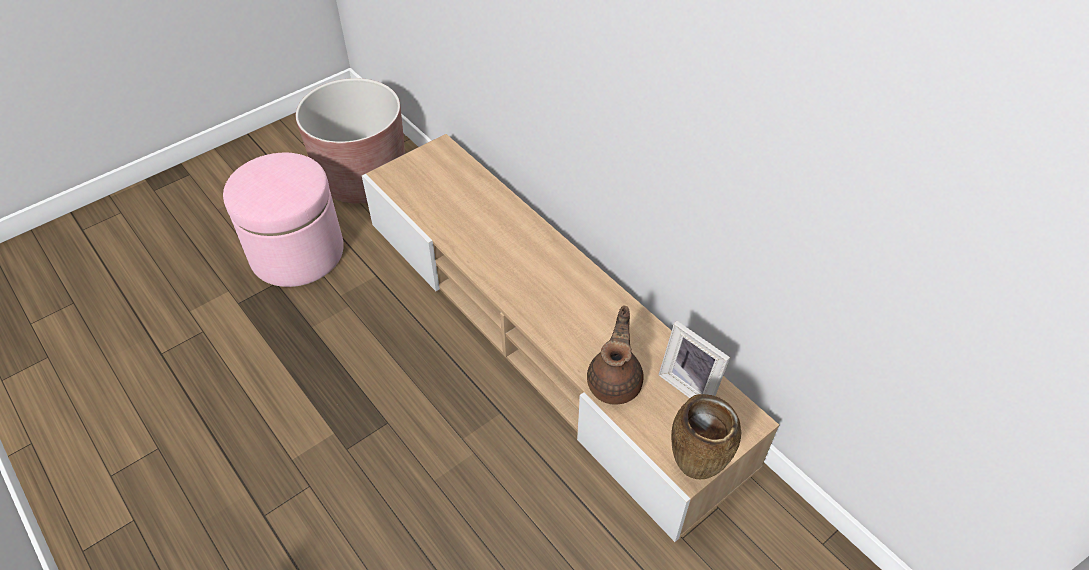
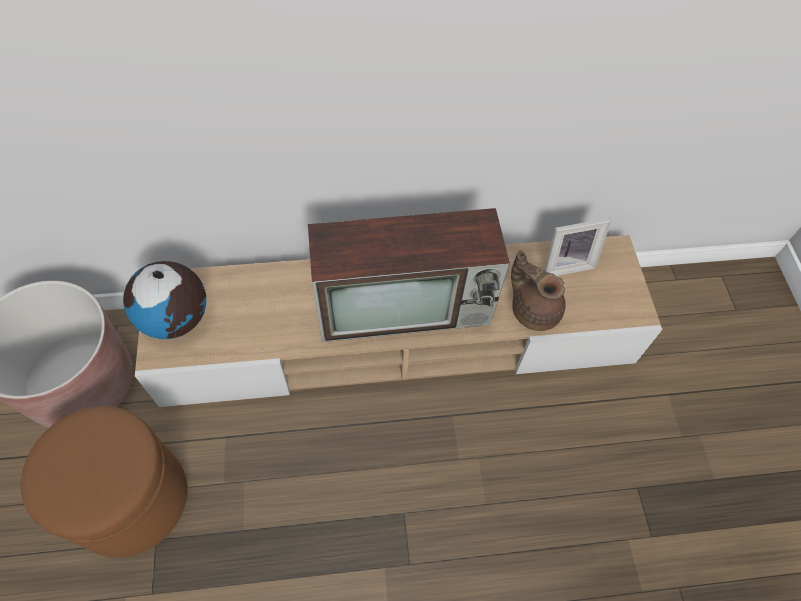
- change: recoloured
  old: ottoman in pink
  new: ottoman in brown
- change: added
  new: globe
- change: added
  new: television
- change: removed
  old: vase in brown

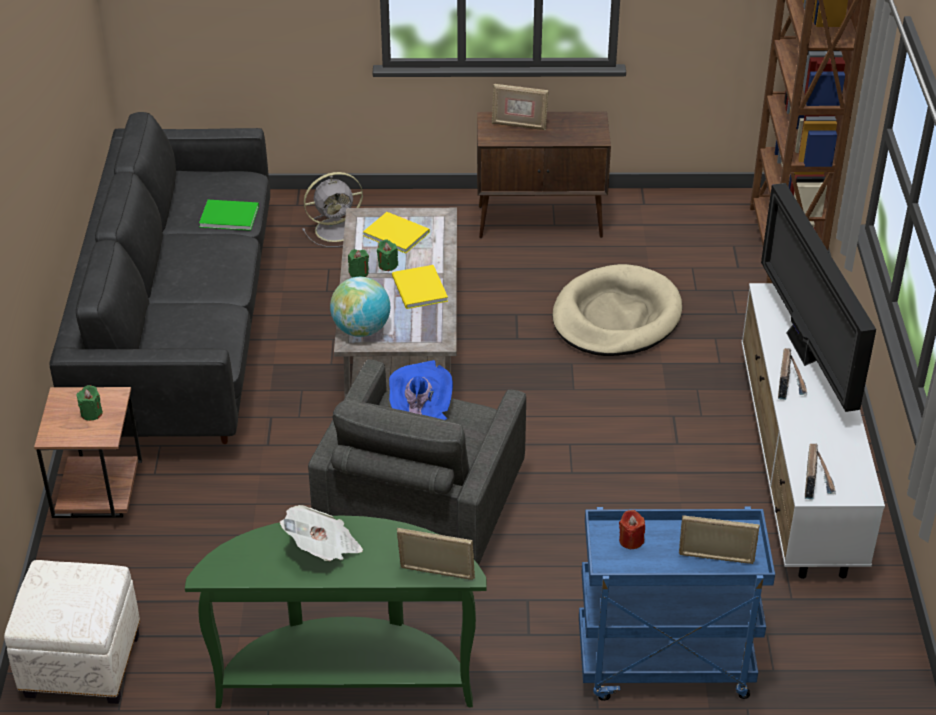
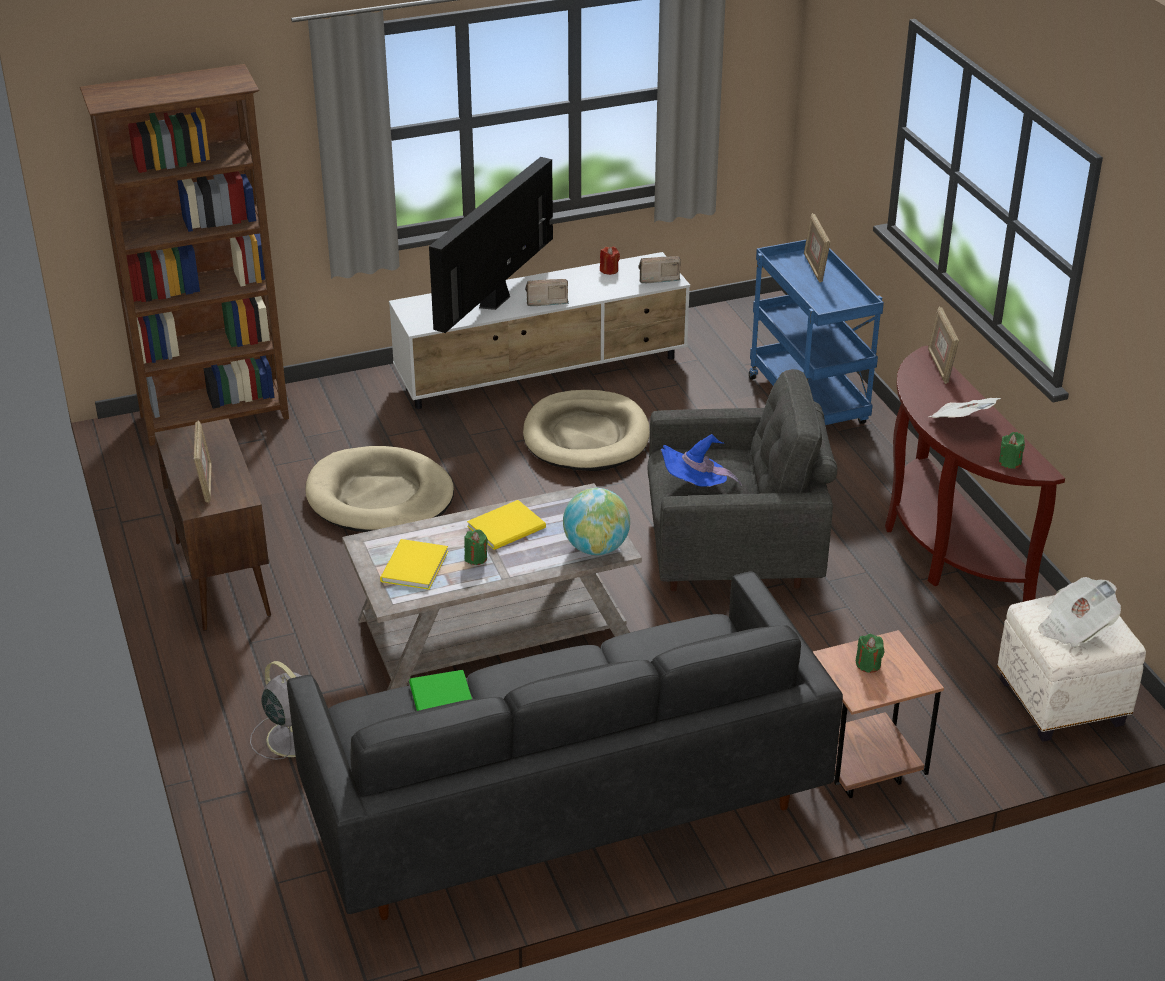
- change: turned
  old: television
  degrees: 150
- change: added
  new: dog bed in beige (2nd from left)
- change: moved
  old: candle in red
- change: recoloured
  old: console table in green
  new: console table in brown
- change: moved
  old: candle in green (2nd from left in the first image)
  new: candle in green (3rd from left)
- change: added
  new: newspaper (2nd from left)

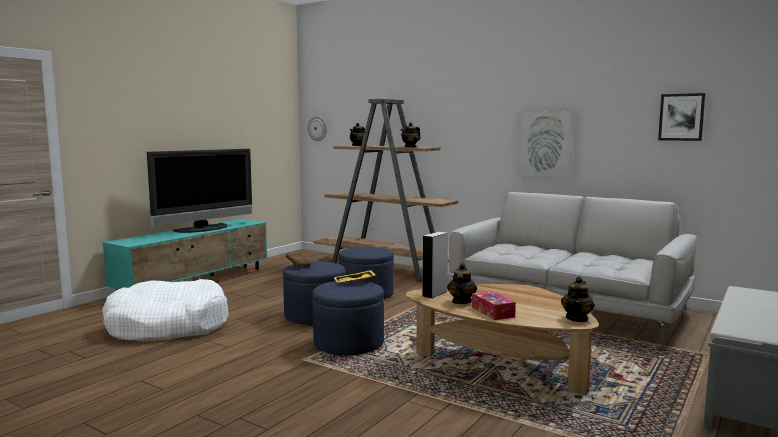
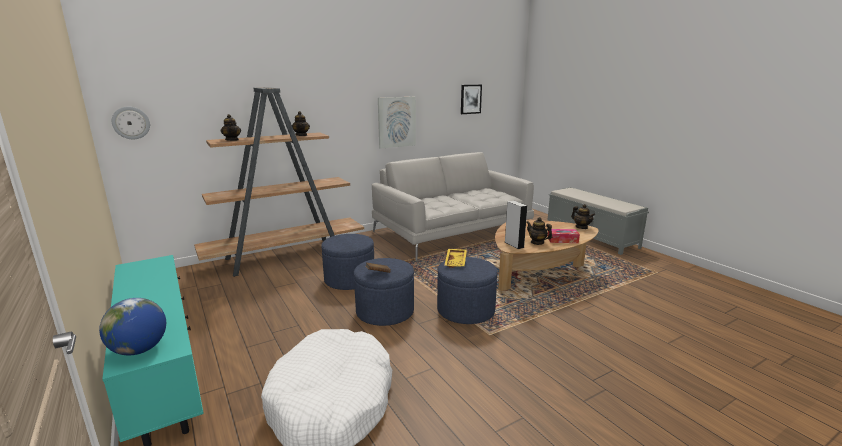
- change: added
  new: globe
- change: removed
  old: television

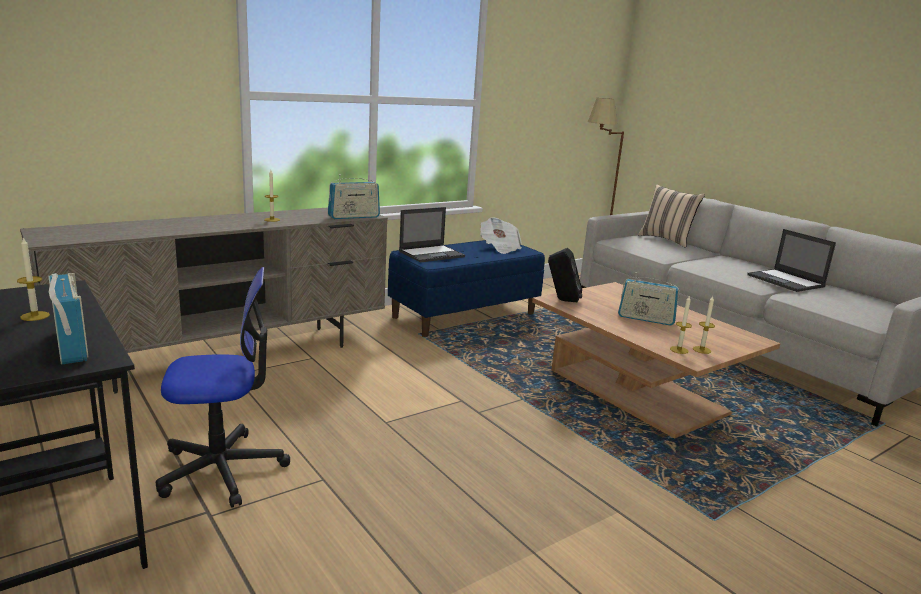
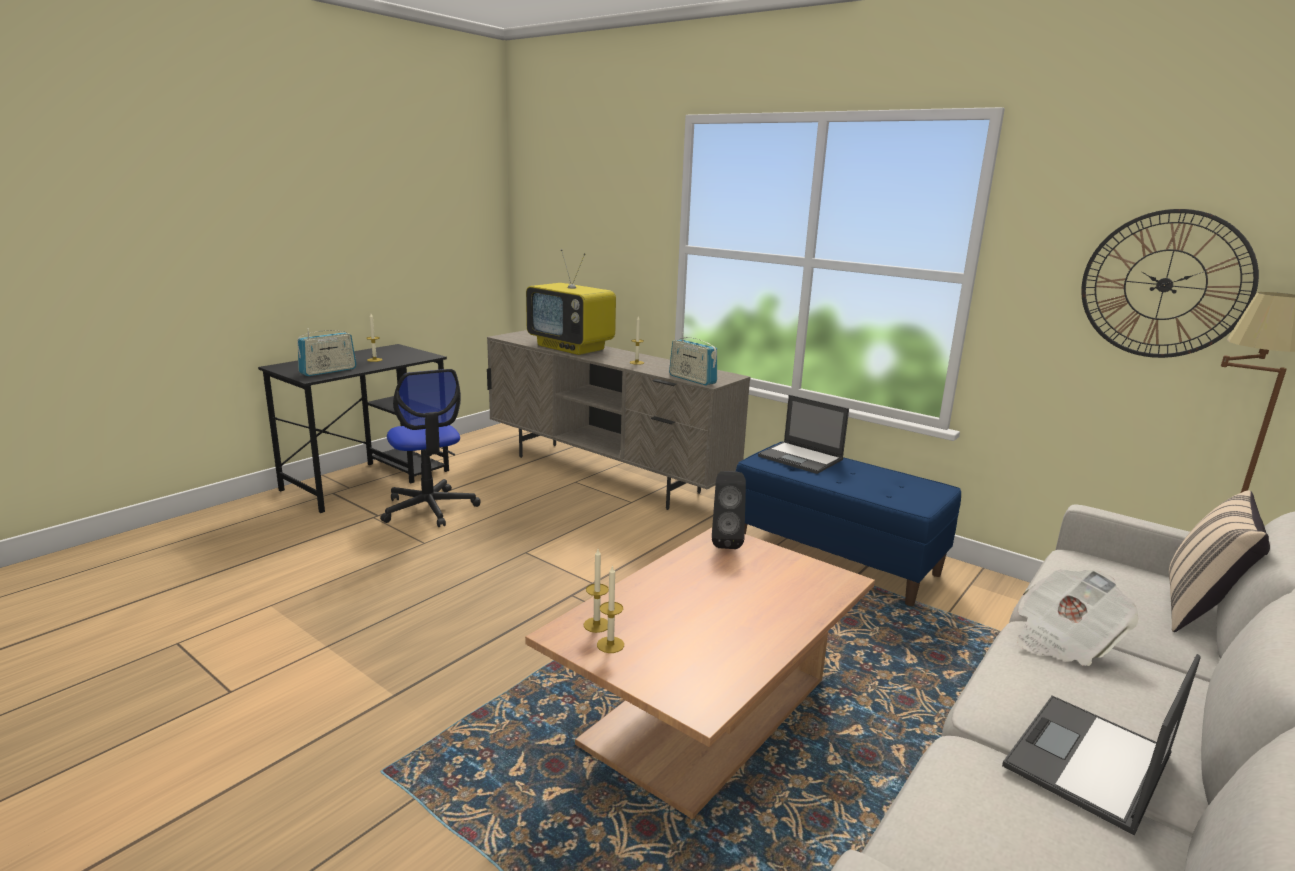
- change: added
  new: television
- change: moved
  old: newspaper
- change: added
  new: wall clock
- change: removed
  old: radio (3rd from left)

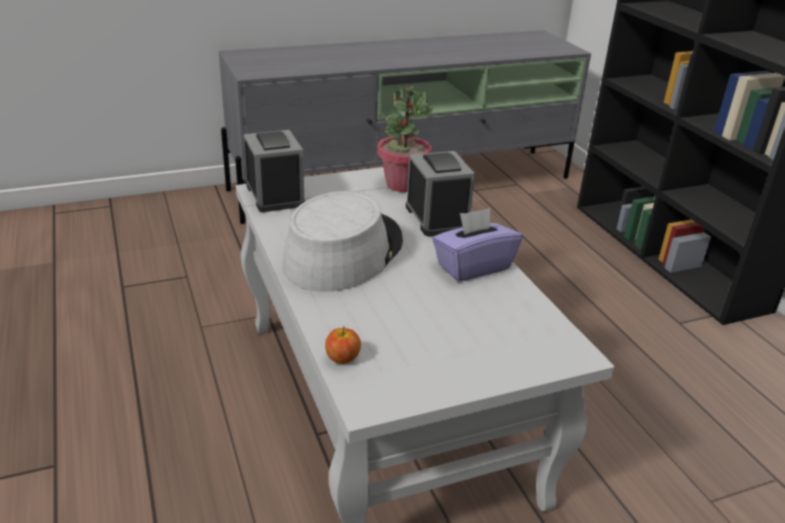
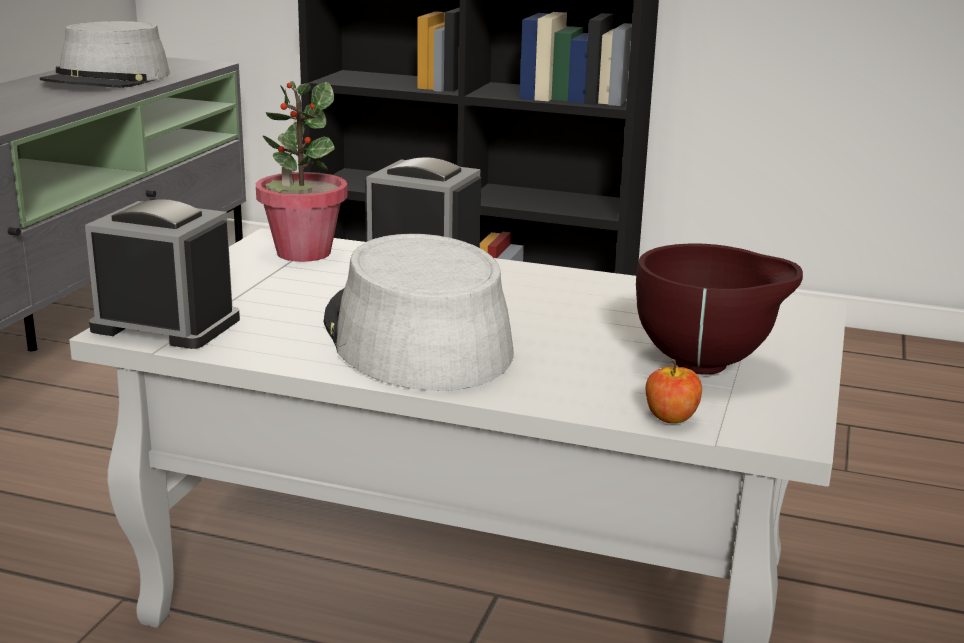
- change: added
  new: hat in grey (1st from left)
- change: added
  new: bowl in brown
- change: removed
  old: tissue box in purple

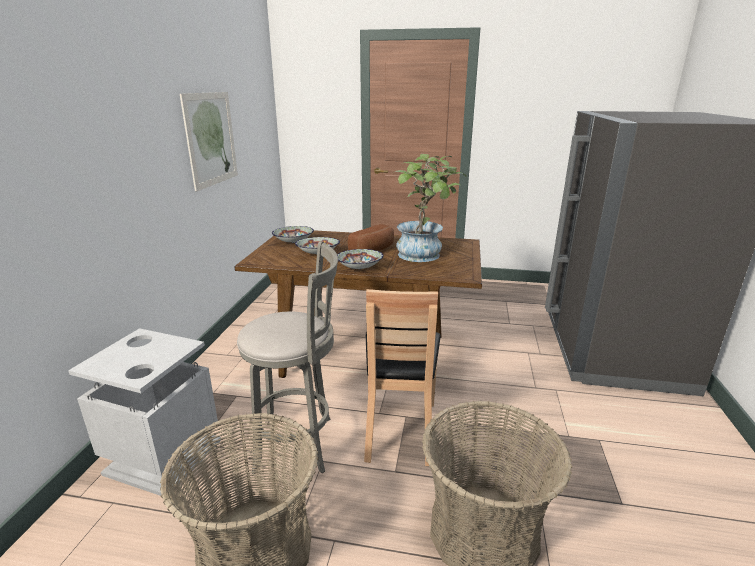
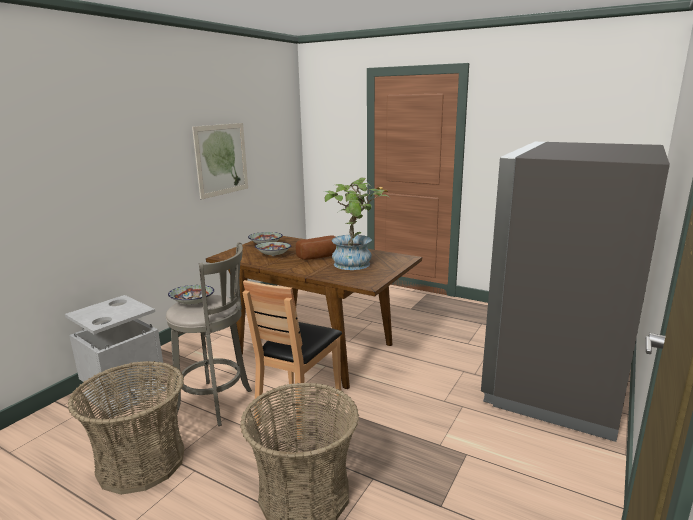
- change: moved
  old: bowl (3rd from left in the first image)
  new: bowl (1st from left)

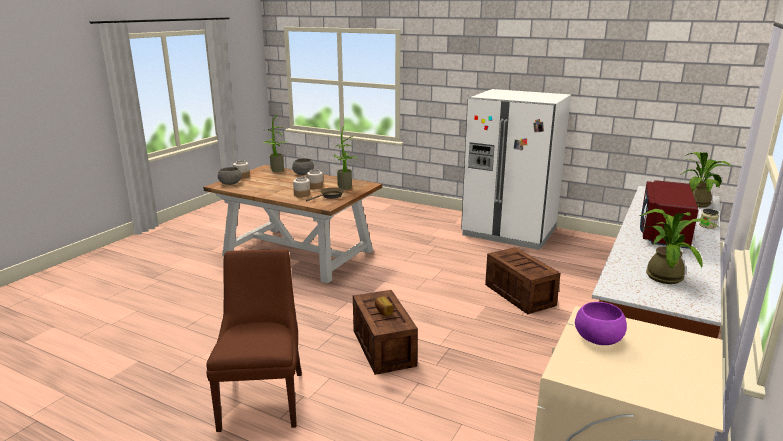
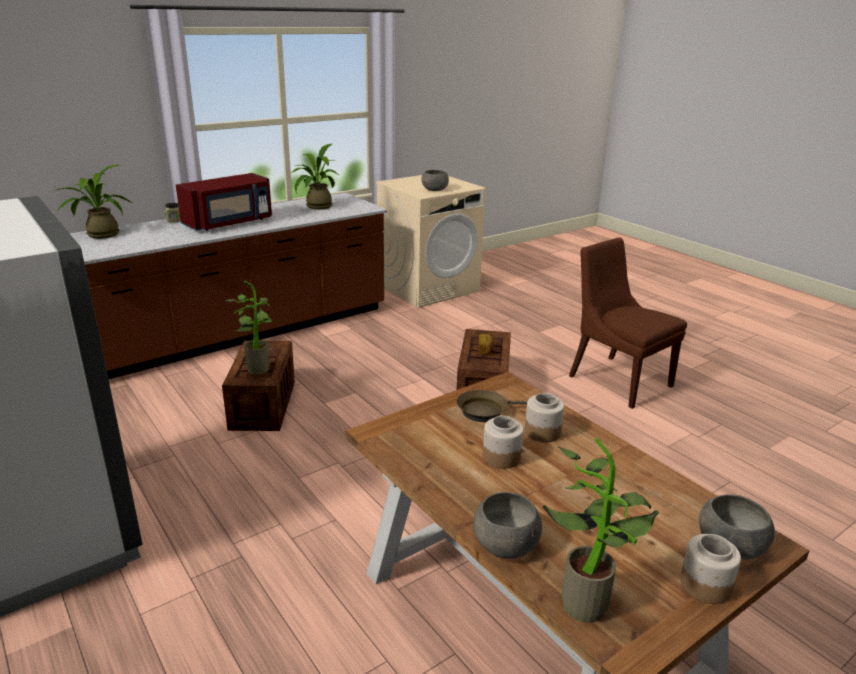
- change: moved
  old: potted plant (2nd from left)
- change: recoloured
  old: bowl in purple
  new: bowl in grey (1st from left)
- change: turned
  old: chair in brown
  degrees: 120

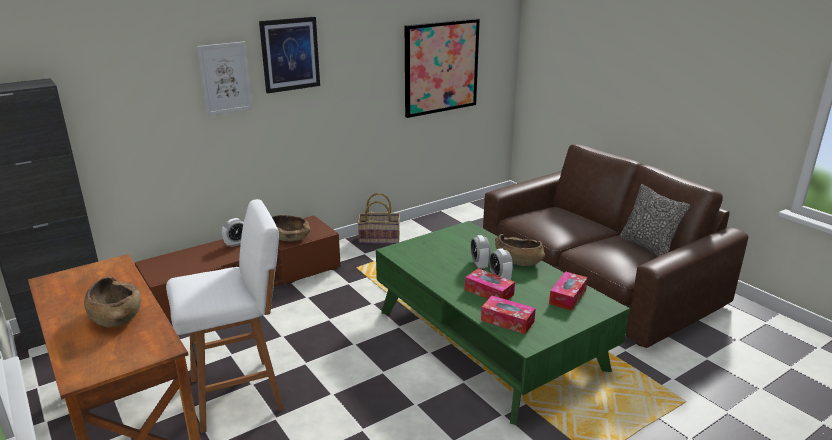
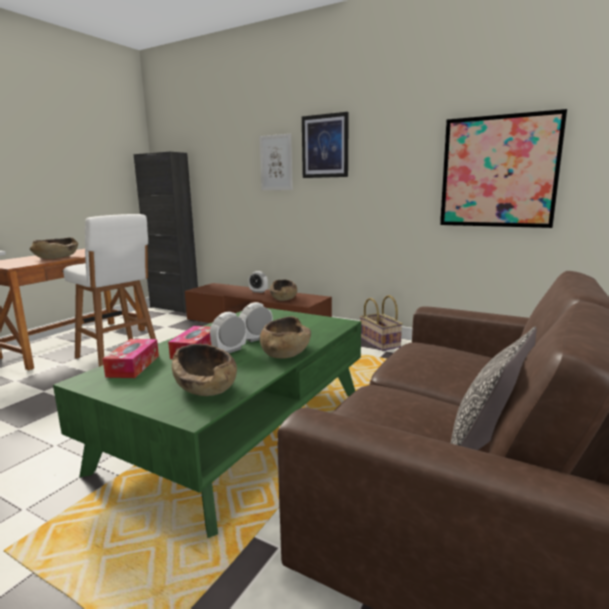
- change: replaced
  old: tissue box (3rd from left)
  new: bowl in brown (2nd from left)

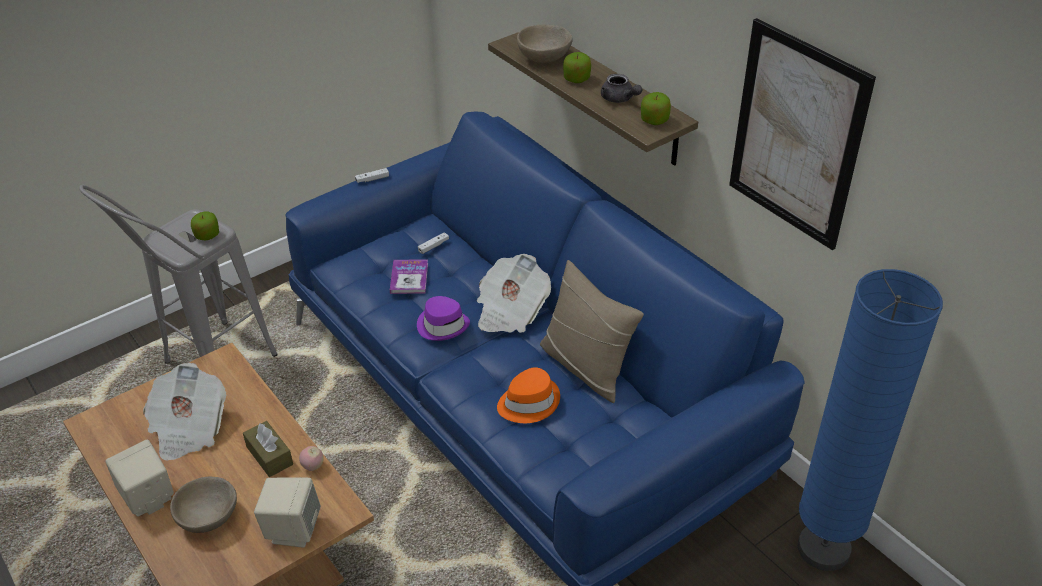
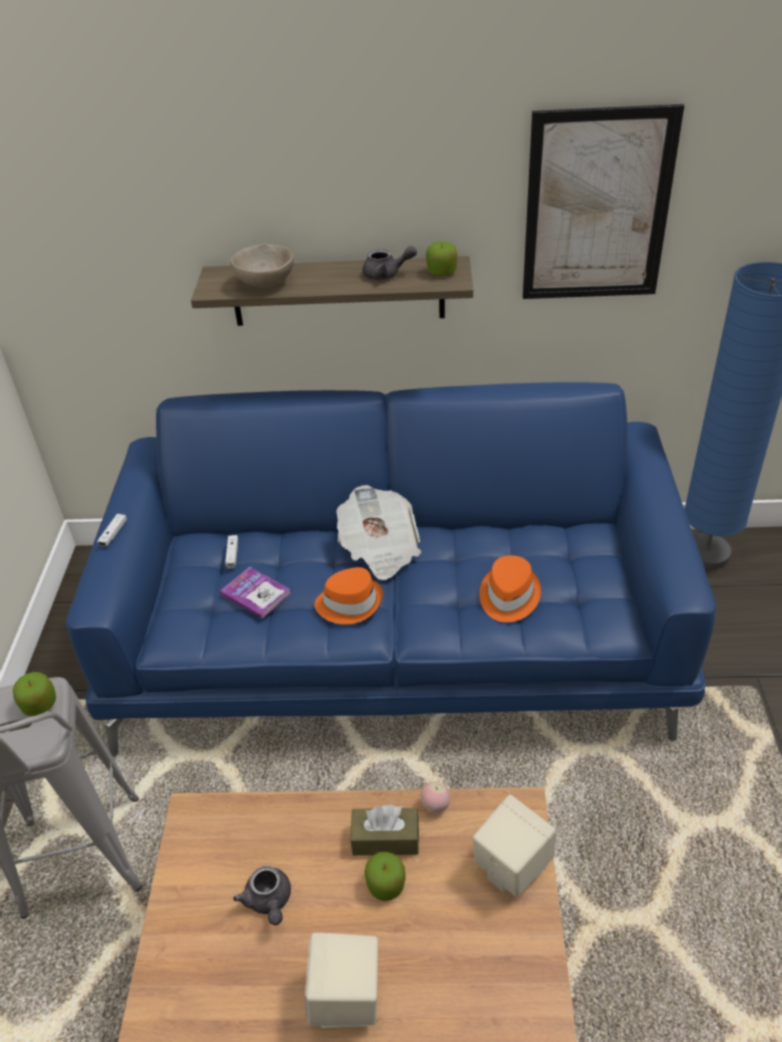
- change: replaced
  old: newspaper (1st from left)
  new: teapot in grey (1st from left)
- change: recoloured
  old: hat in purple
  new: hat in orange (1st from left)
- change: moved
  old: apple (3rd from left in the first image)
  new: apple (2nd from left)
- change: removed
  old: bowl in beige (1st from left)
- change: removed
  old: pillow in beige

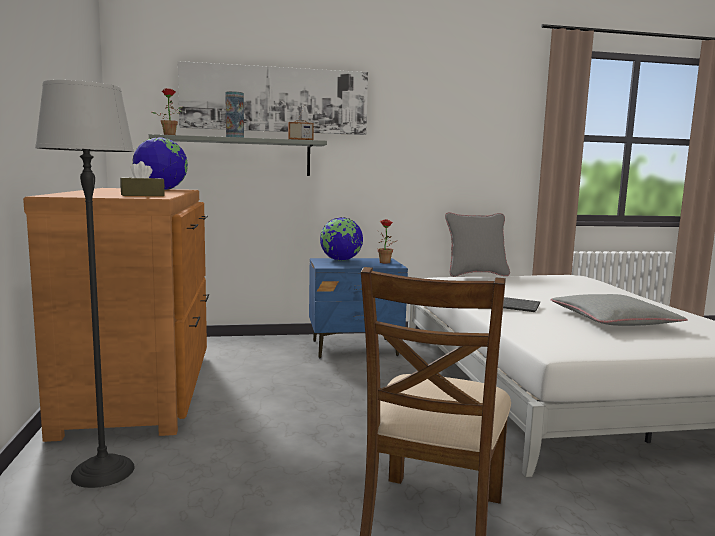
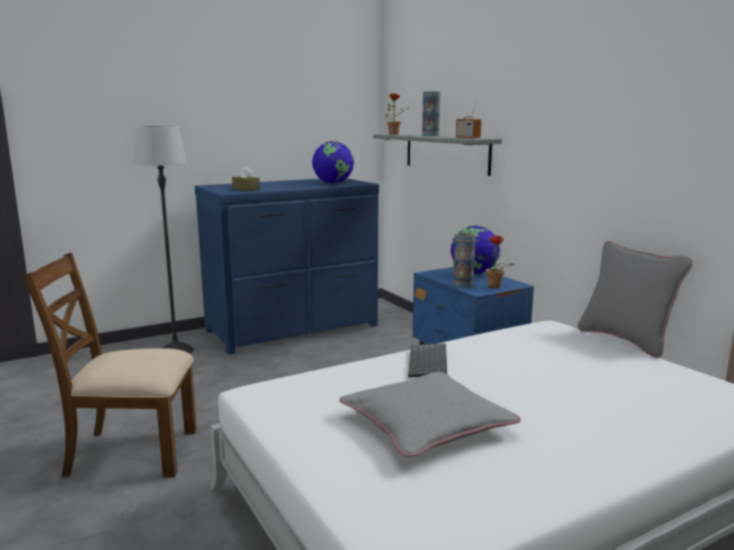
- change: recoloured
  old: dresser in brown
  new: dresser in blue
- change: added
  new: vase (2nd from left)
- change: removed
  old: picture

